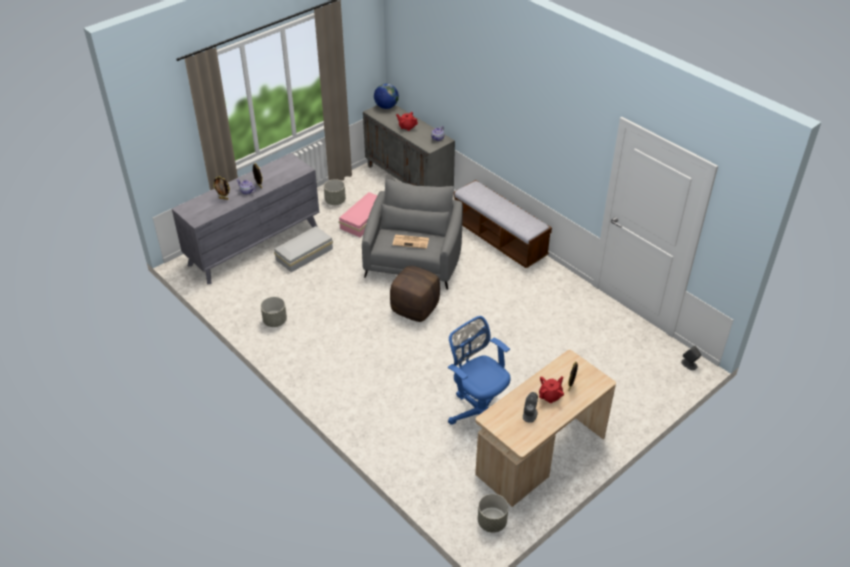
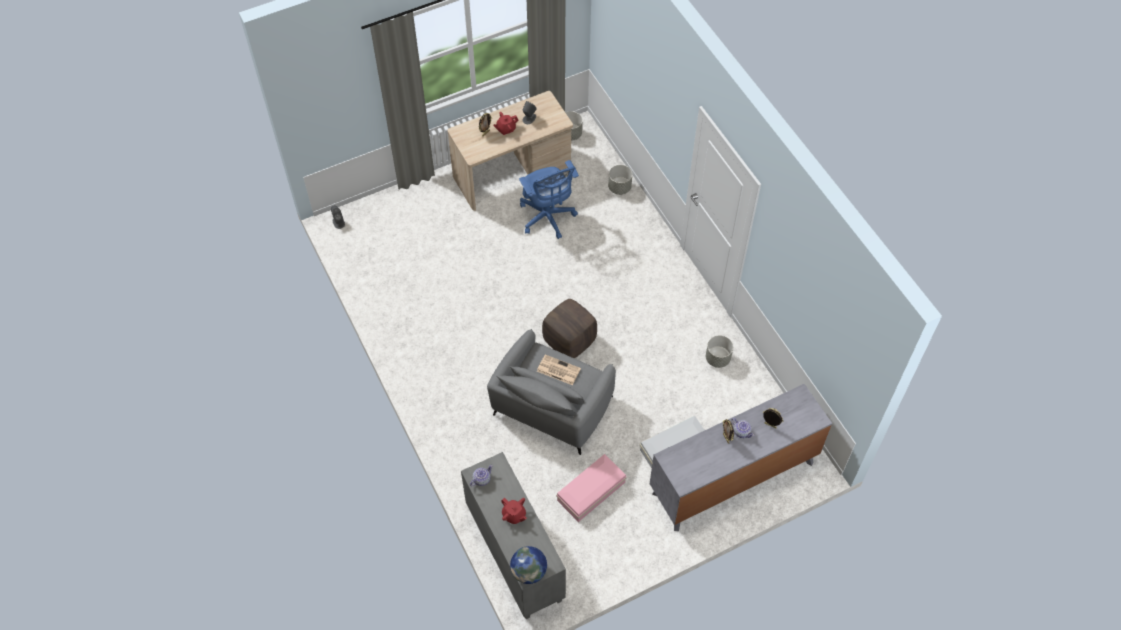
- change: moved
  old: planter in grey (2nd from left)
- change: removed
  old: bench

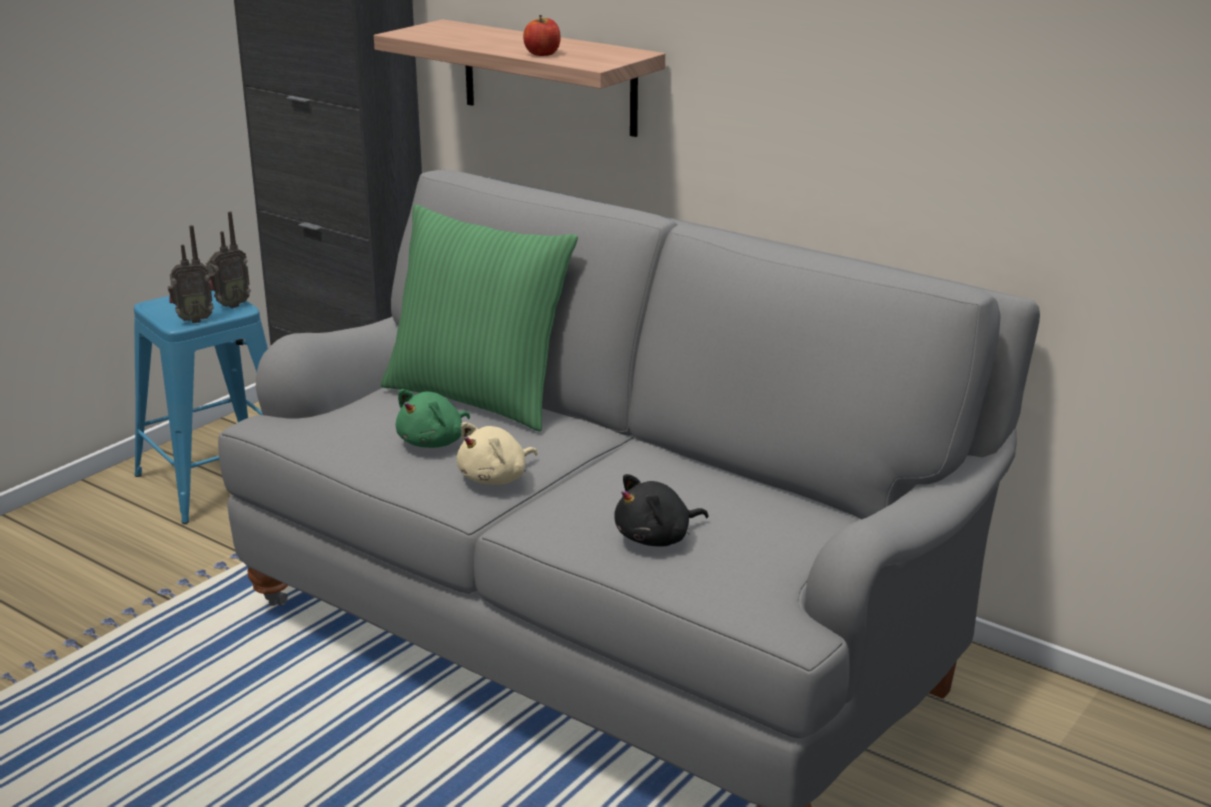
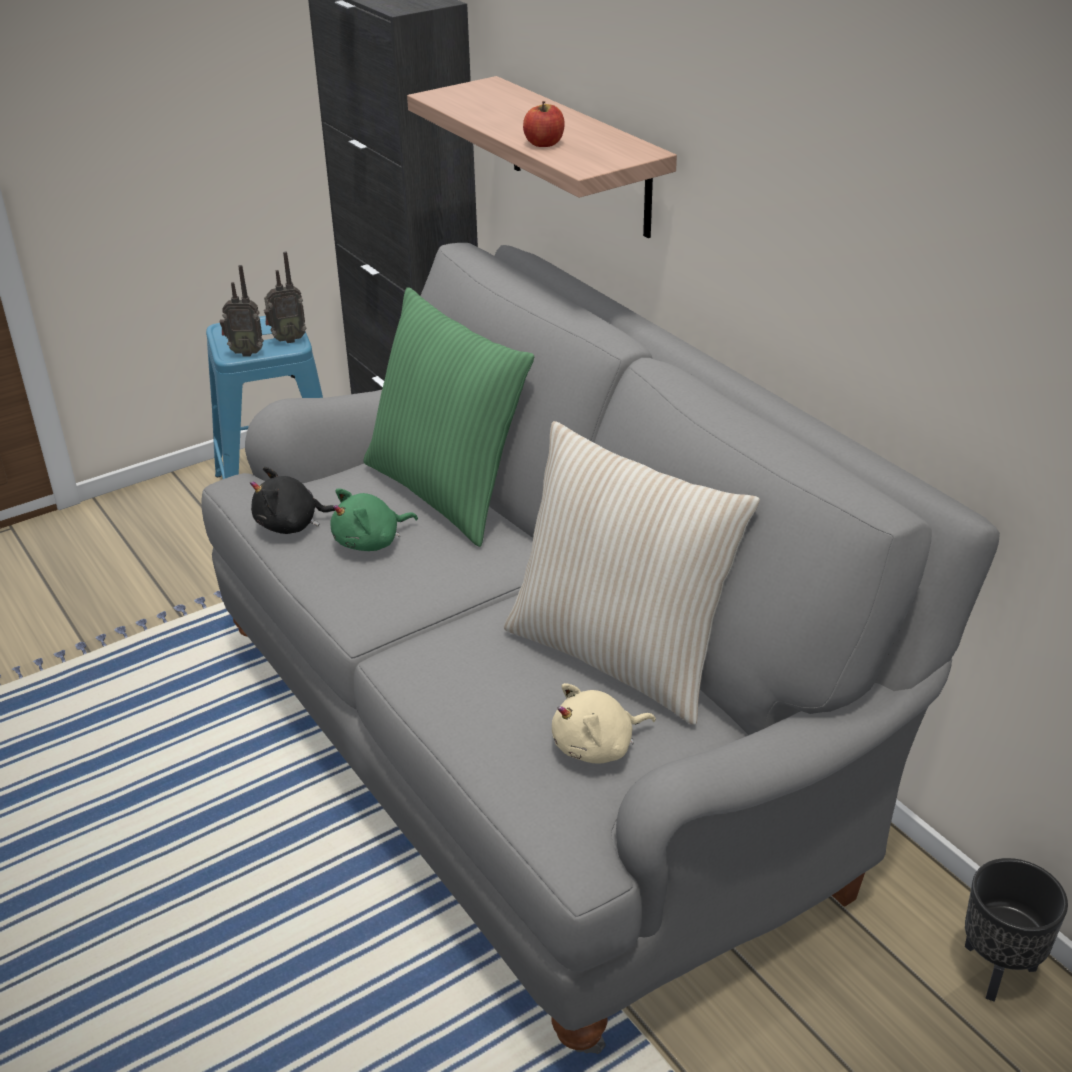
- change: moved
  old: plush toy in black
- change: added
  new: pillow in beige
- change: moved
  old: plush toy in beige
- change: added
  new: planter in black

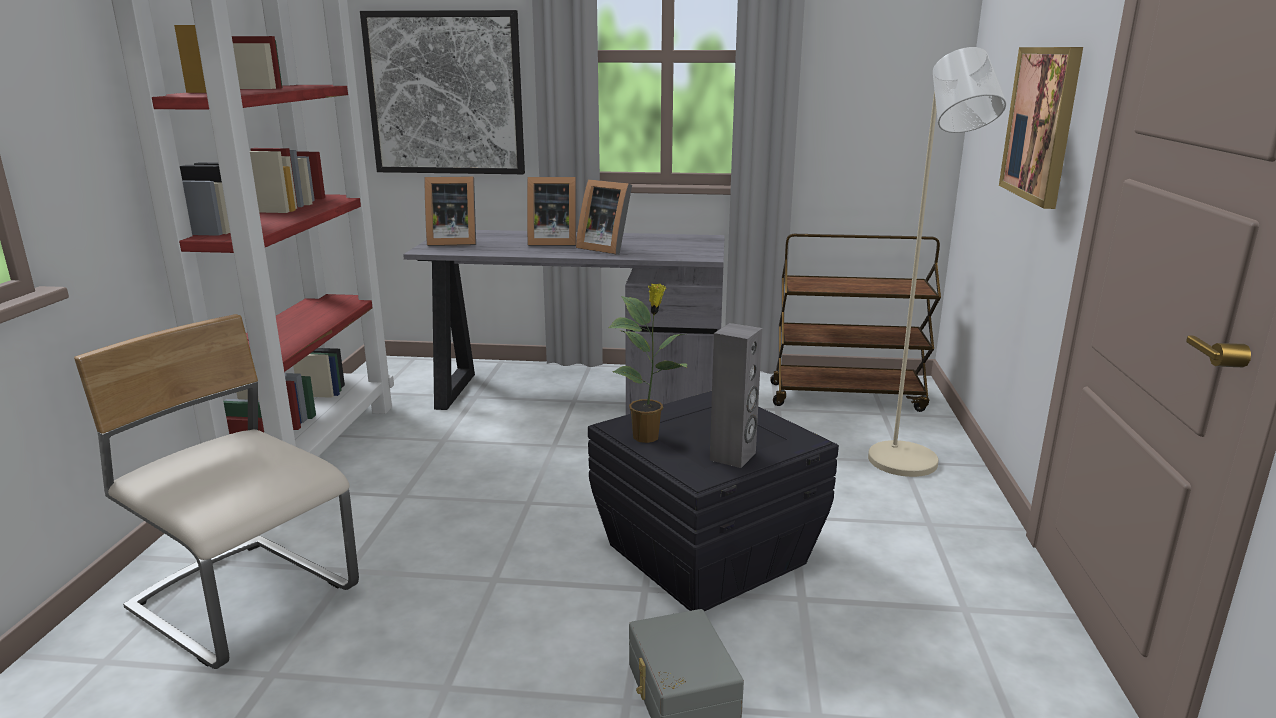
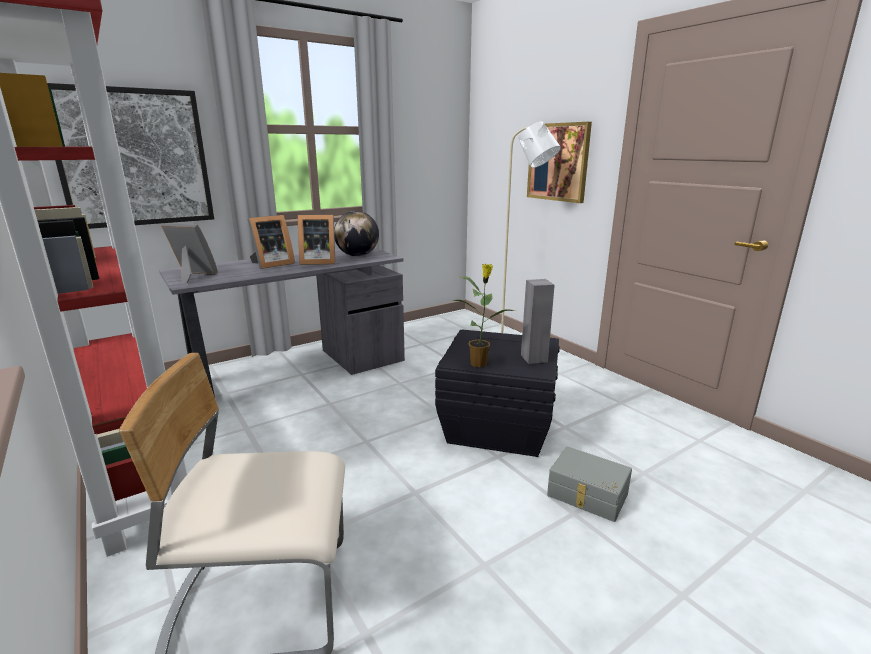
- change: turned
  old: picture frame (1st from left)
  degrees: -120
- change: added
  new: globe
- change: removed
  old: cart in brown

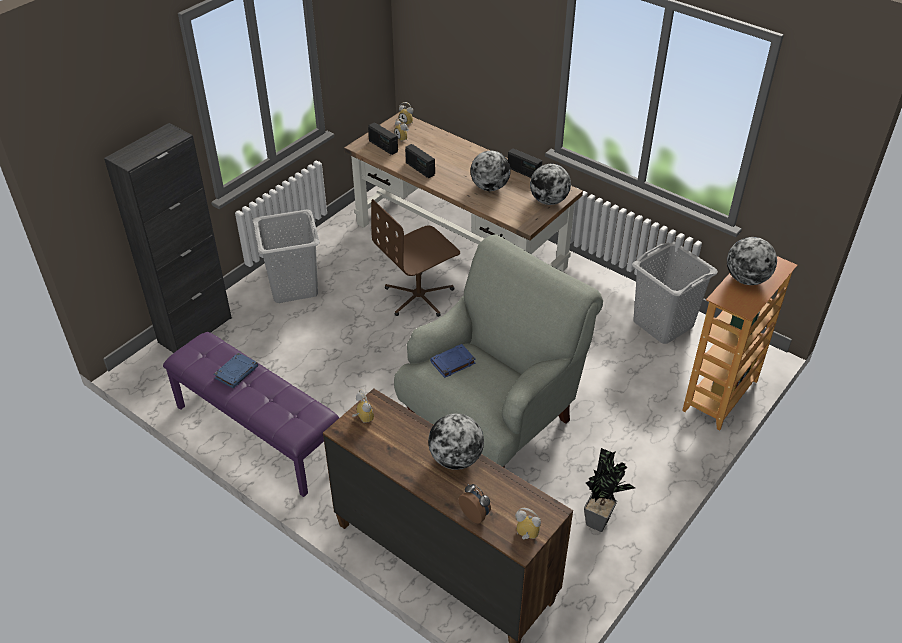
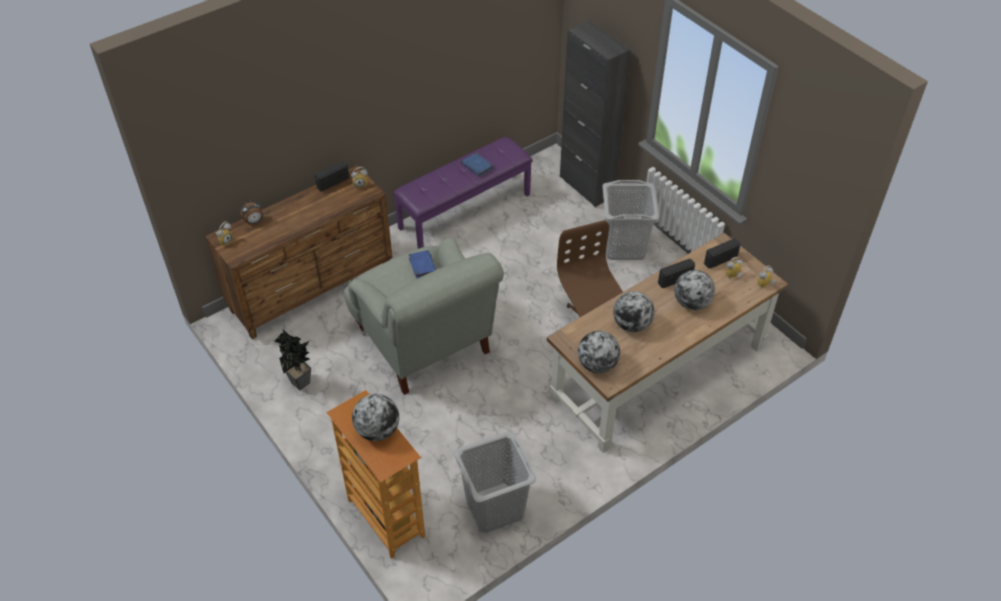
- change: moved
  old: radio (3rd from left in the first image)
  new: radio (1st from left)
- change: moved
  old: globe (1st from left in the first image)
  new: globe (4th from left)

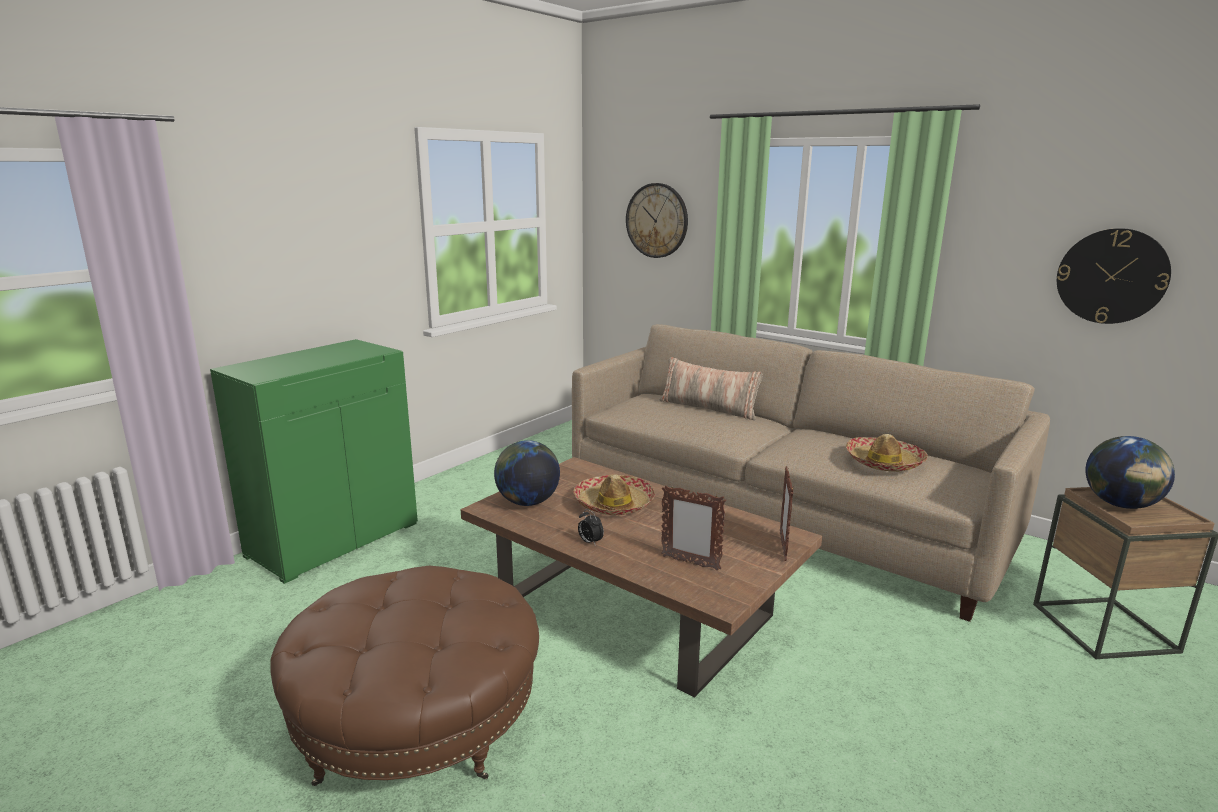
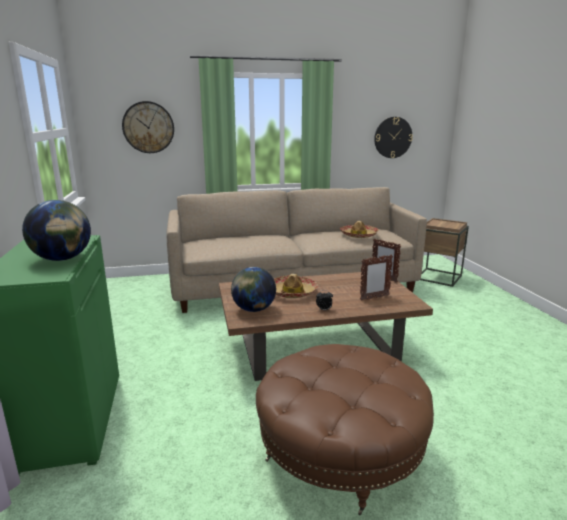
- change: moved
  old: globe (2nd from left in the first image)
  new: globe (1st from left)
- change: removed
  old: pillow

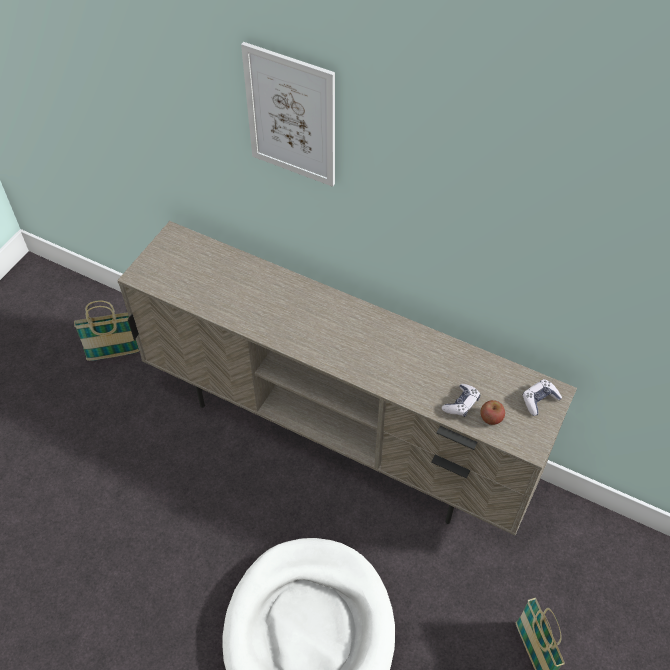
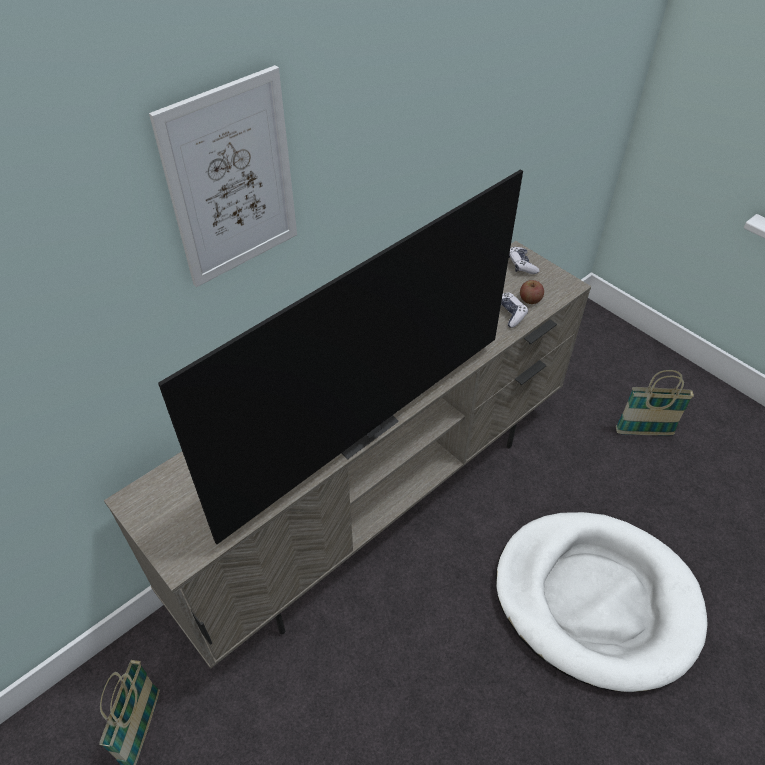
- change: added
  new: television

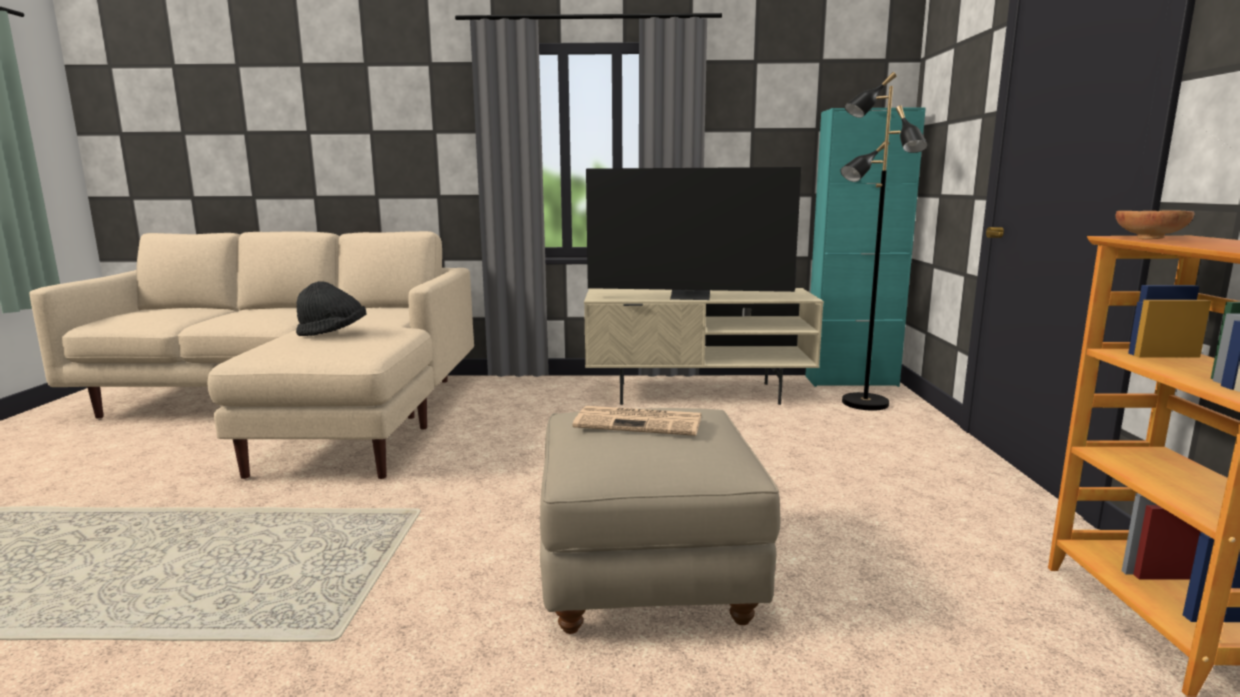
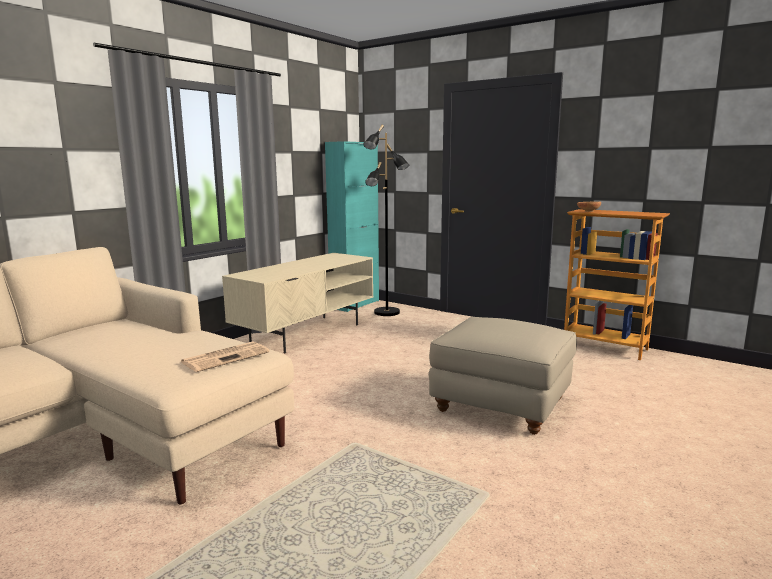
- change: moved
  old: newspaper
- change: removed
  old: hat in black
- change: removed
  old: television

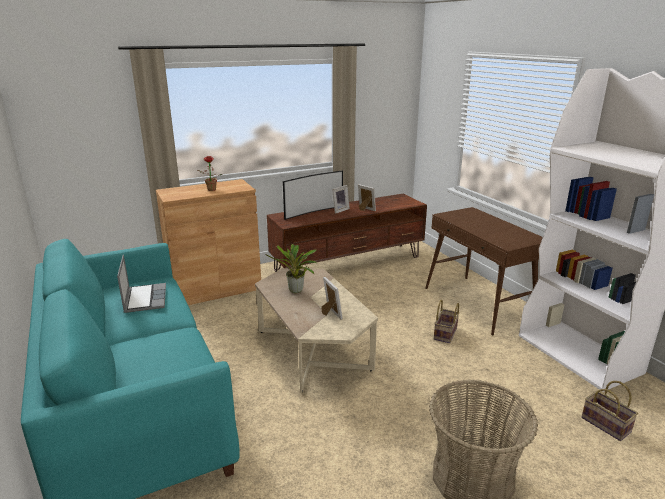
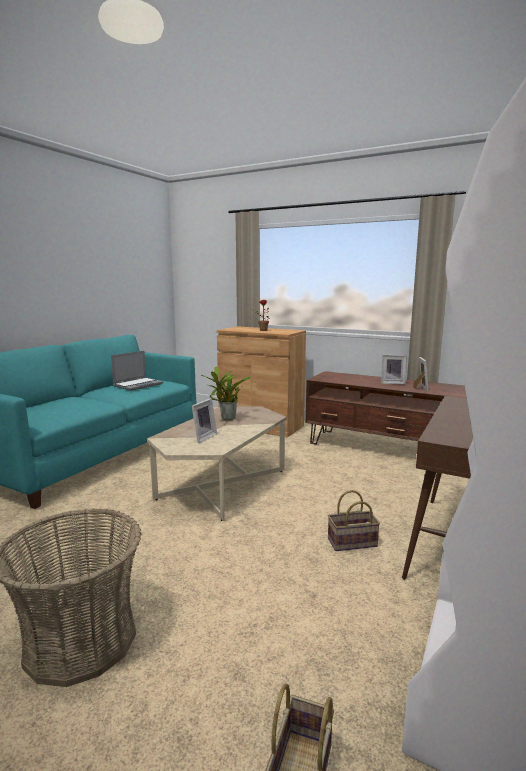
- change: removed
  old: television

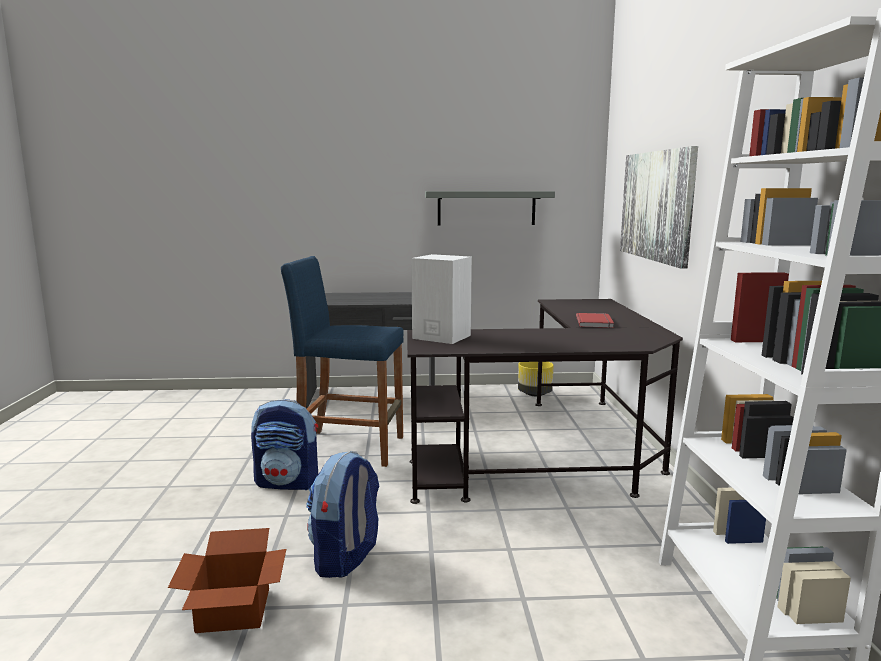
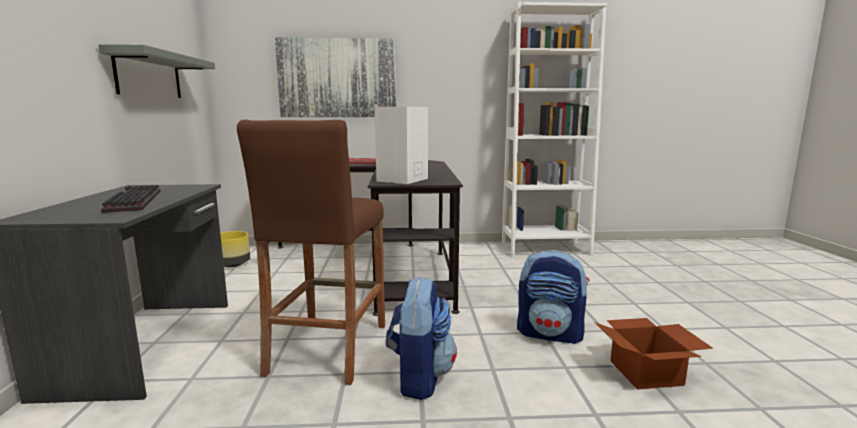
- change: added
  new: keyboard
- change: recoloured
  old: stool in blue
  new: stool in brown

